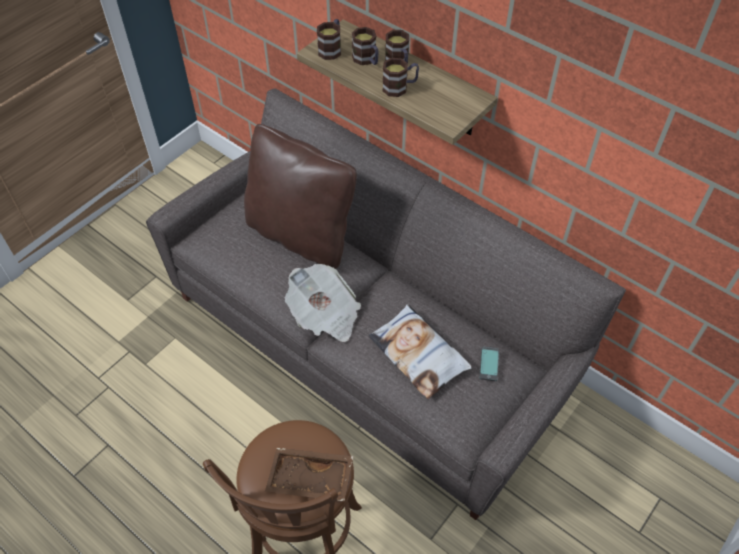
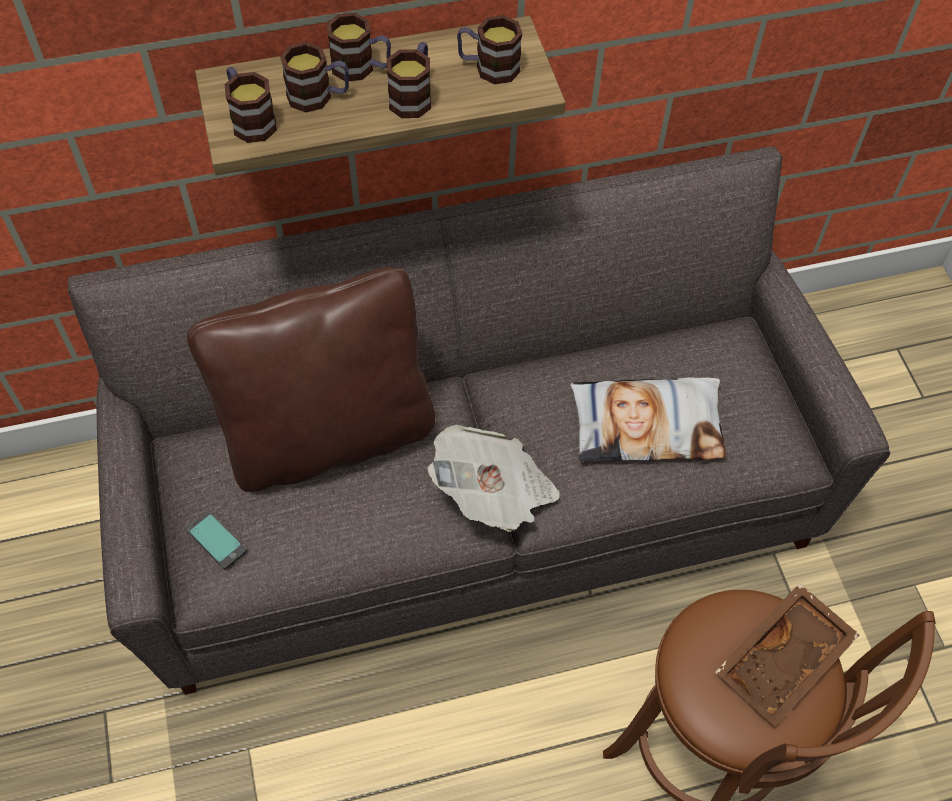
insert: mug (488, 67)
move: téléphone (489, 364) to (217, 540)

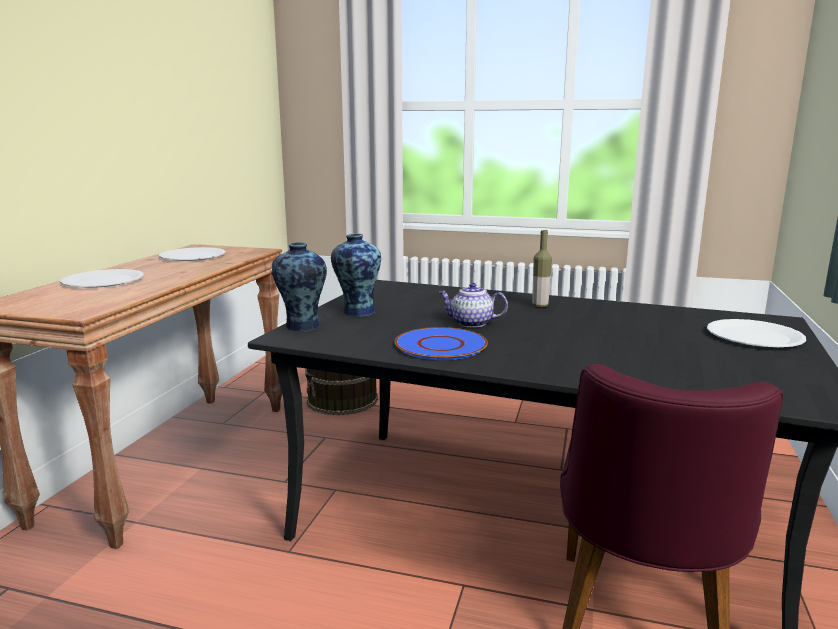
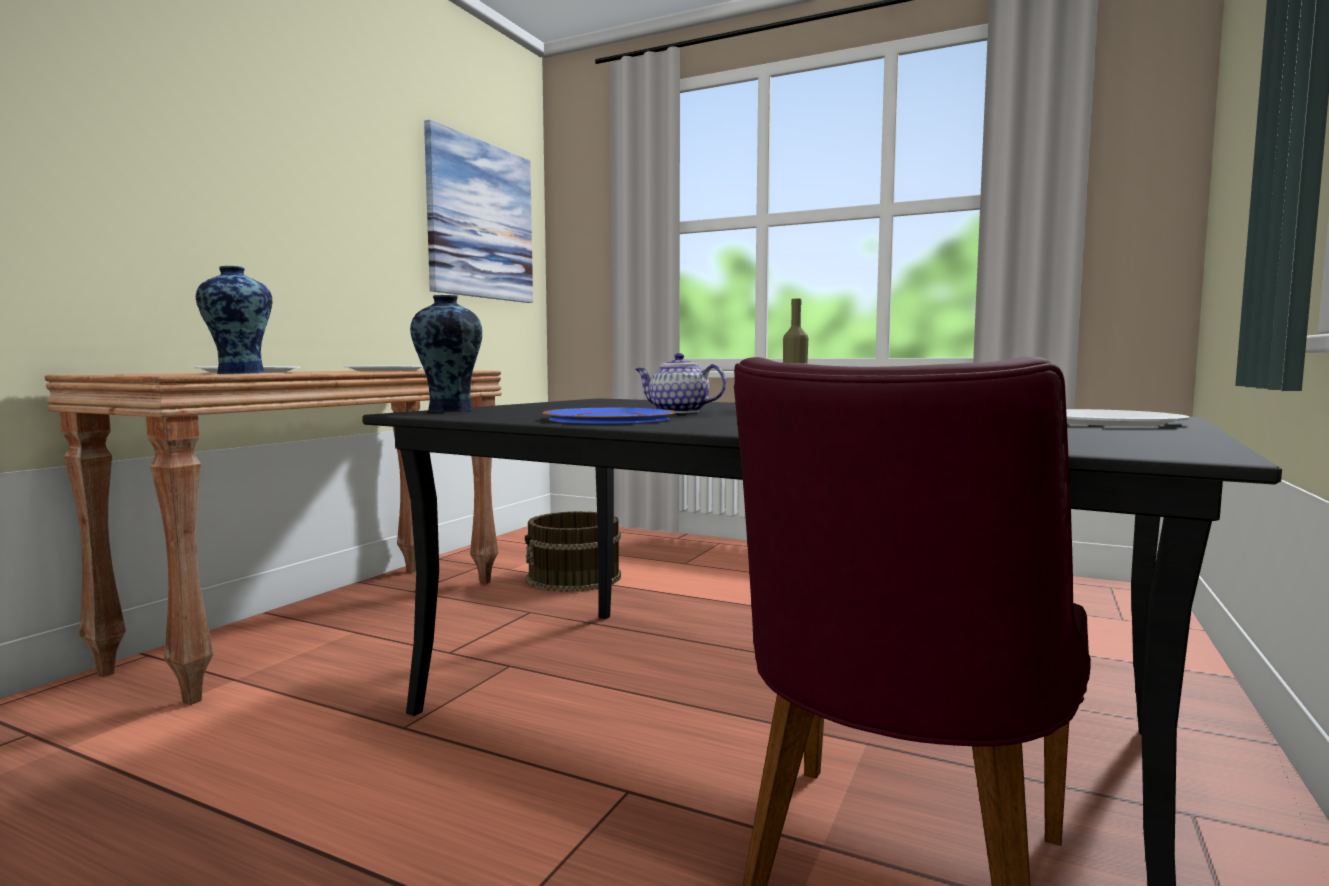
insert: tableau (481, 220)
move: vase (357, 312) to (239, 373)

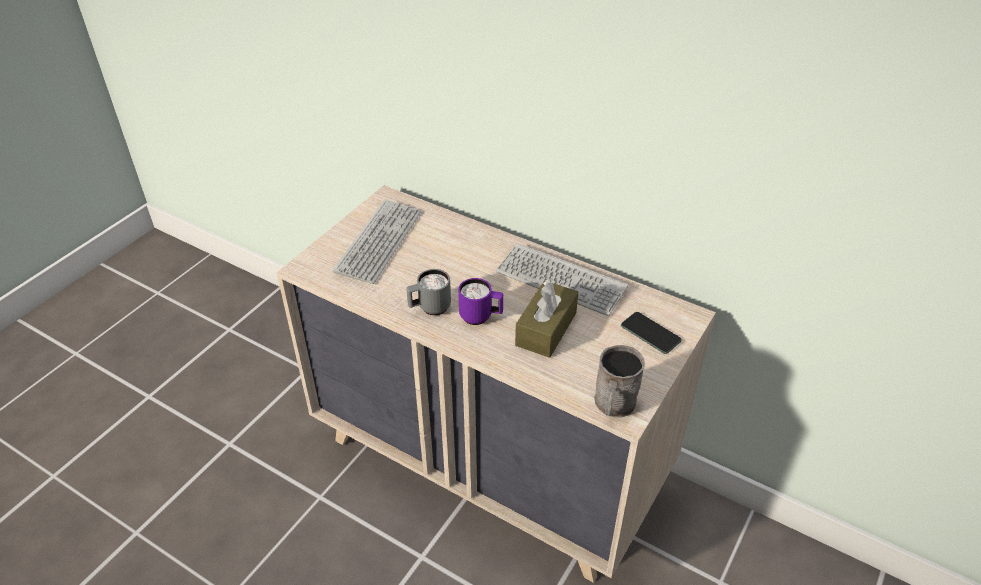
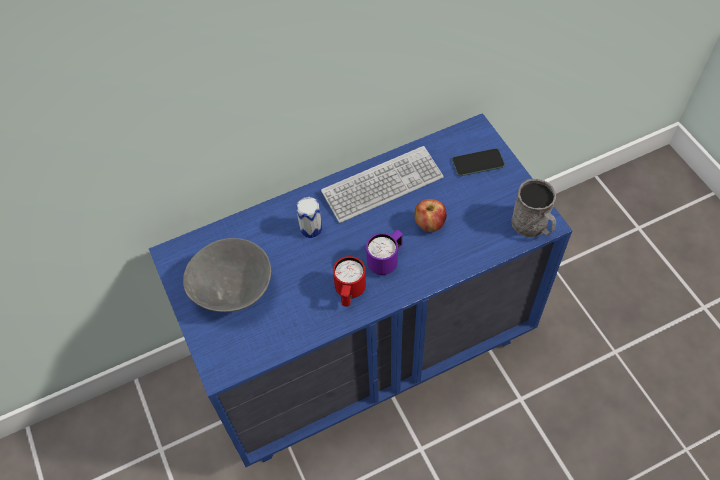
insert: boîte métallique (311, 229)
replace: clavier (379, 242) to bol [gris] (232, 290); boîte à mouchoirs [marron] (546, 329) to pomme (429, 224)
recolor: commode [beige] (491, 462) to commode [bleu] (367, 351); mug [gris] (429, 308) to mug [rouge] (349, 293)

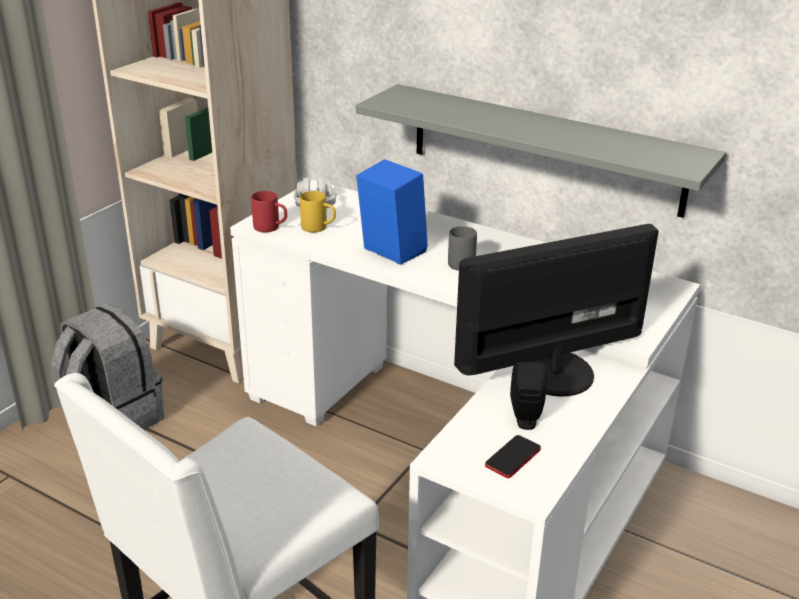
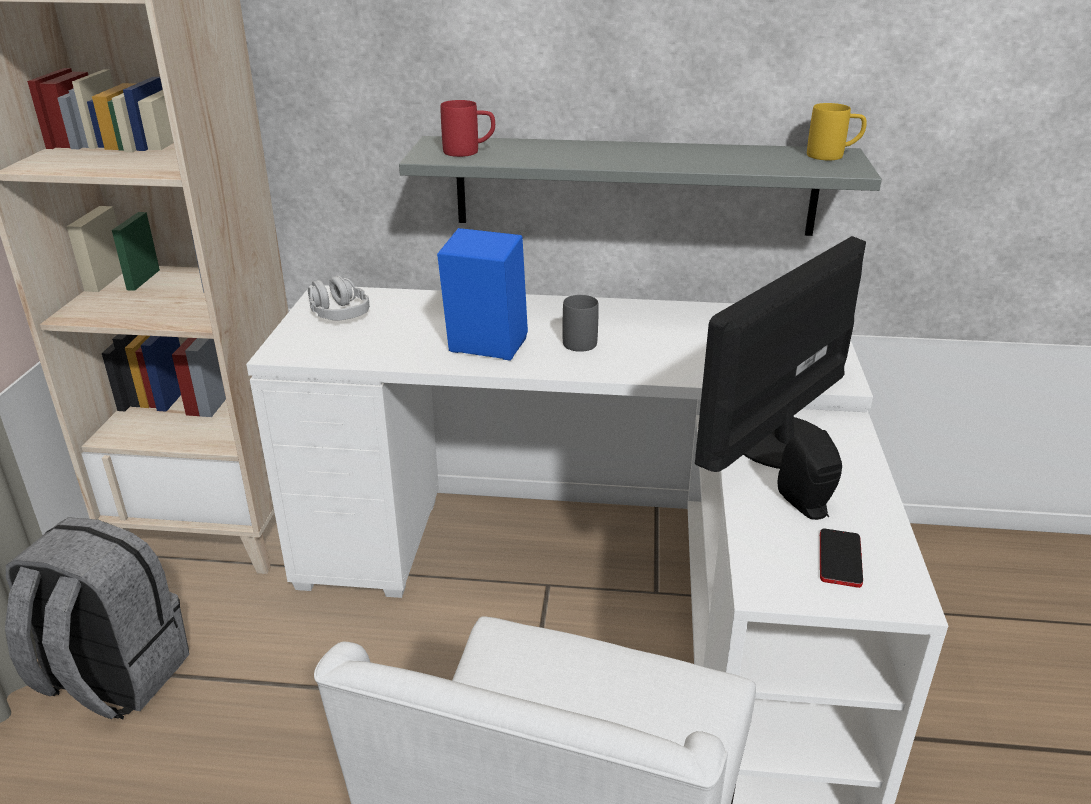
move: mug [rouge] (271, 228) to (469, 152); mug [jaune] (319, 228) to (833, 155)

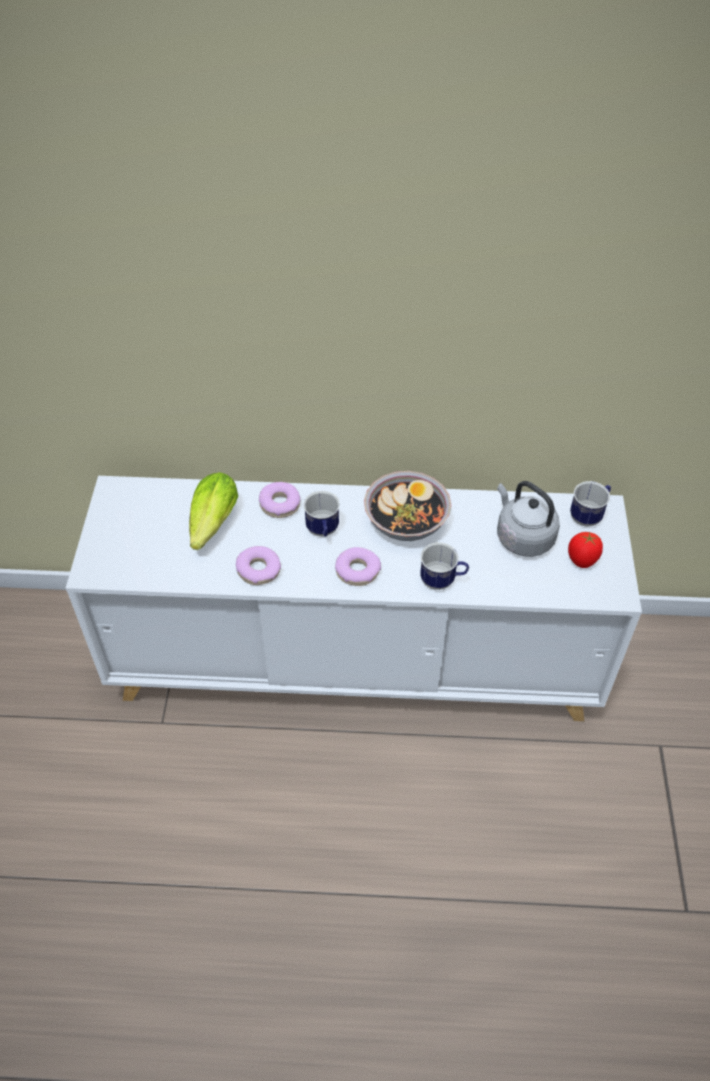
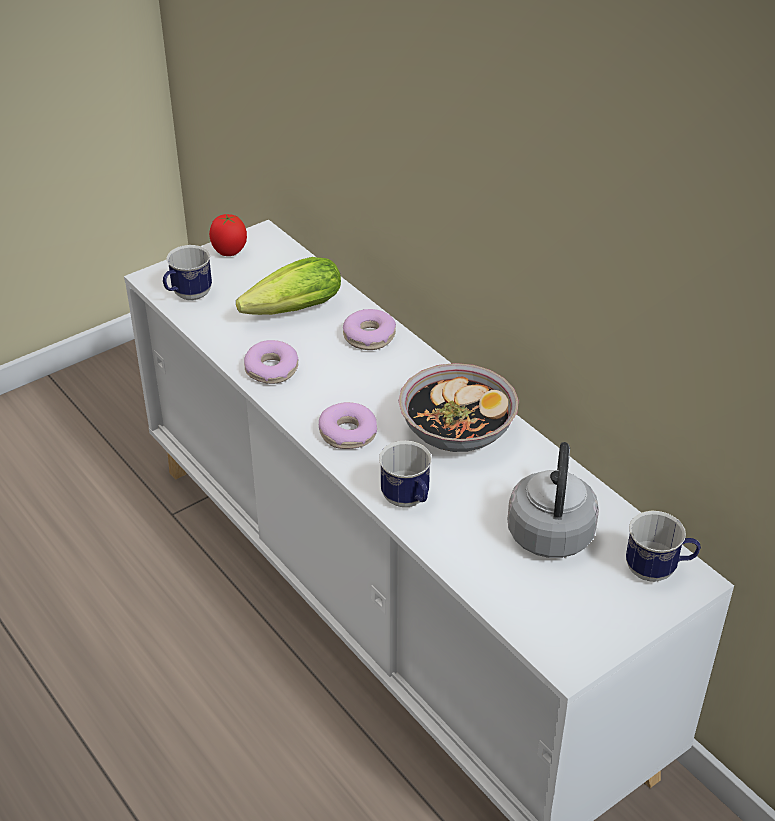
move: mug (323, 532) to (188, 296); tomate (581, 561) to (229, 253)

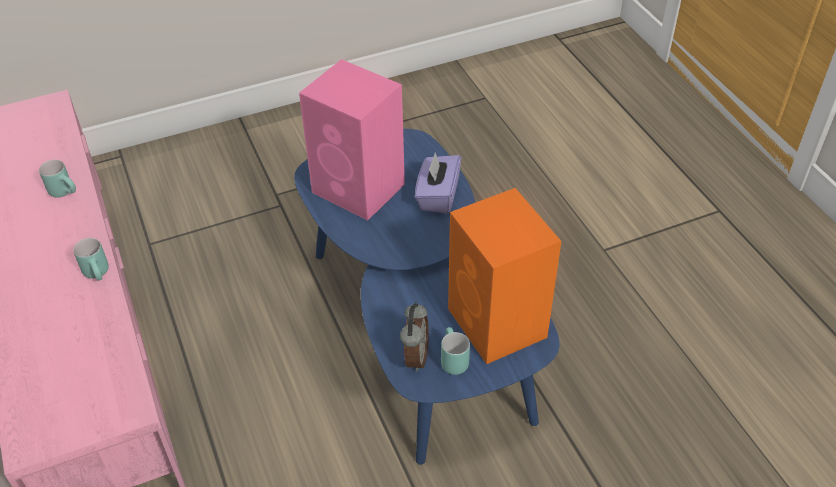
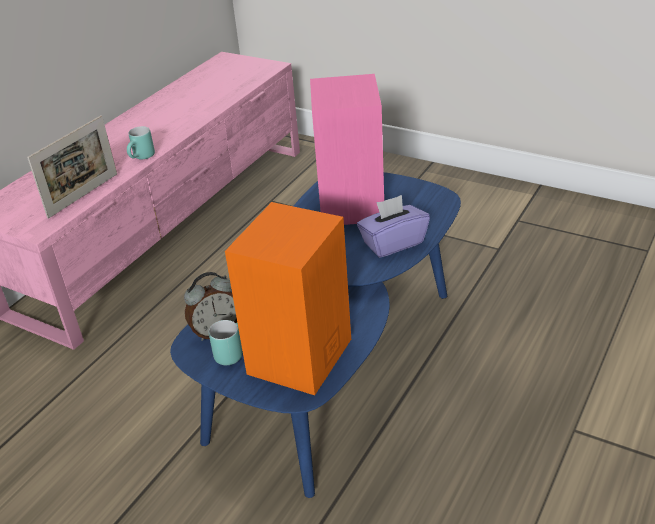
delete: mug [turquoise] (66, 191)
insert: cadre photo (83, 195)

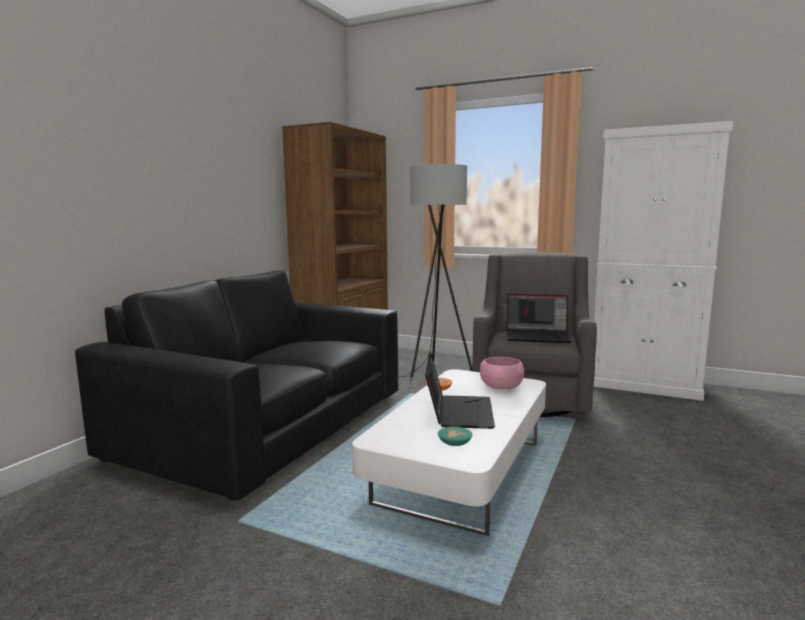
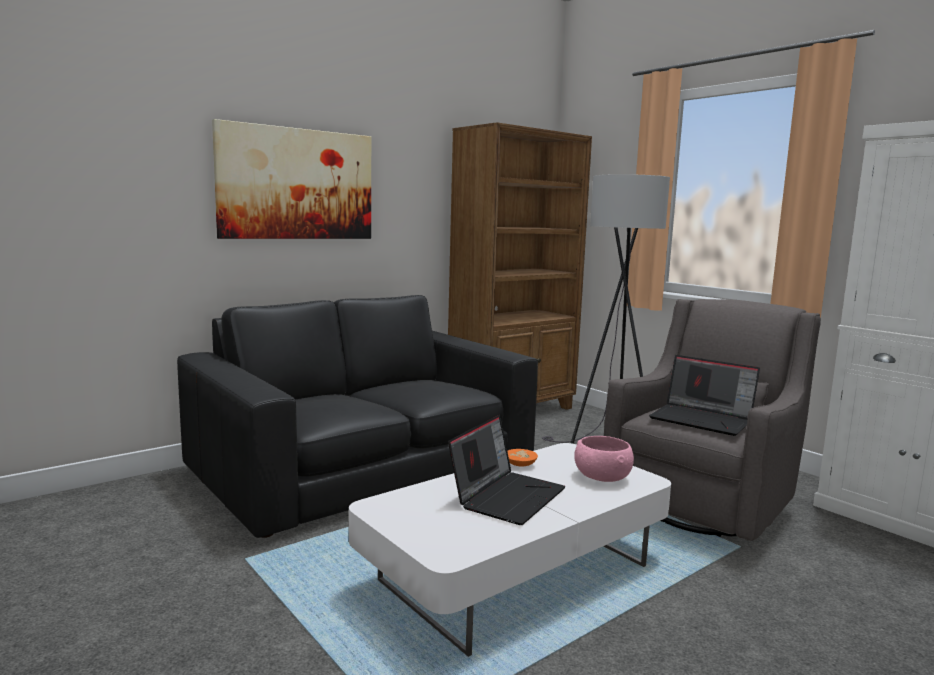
delete: bol [turquoise] (454, 444)
insert: tableau (297, 184)

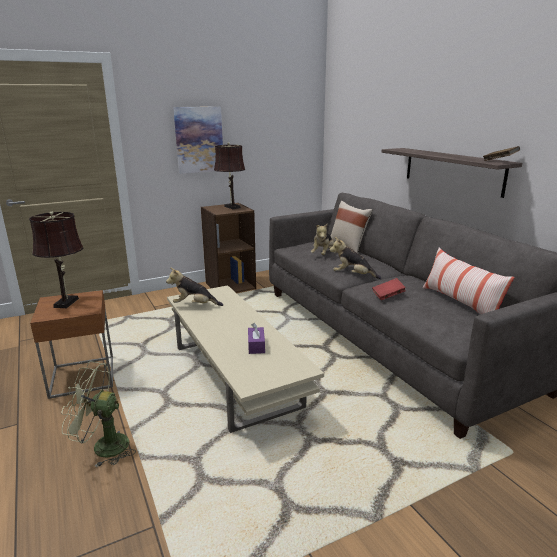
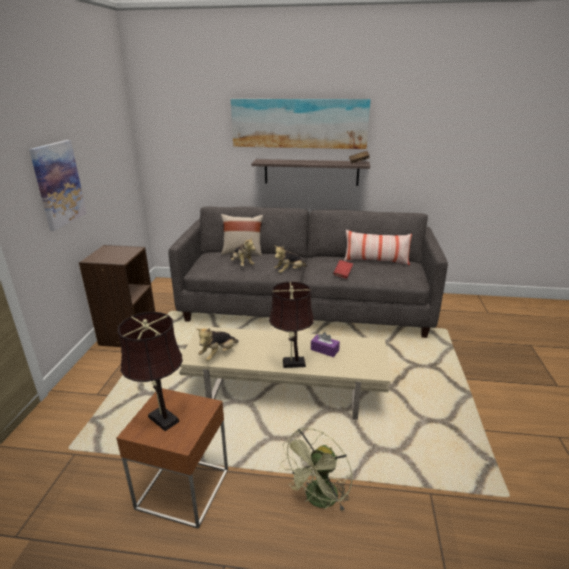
insert: tableau (299, 123)
move: lampe de table [marron] (231, 207) to (291, 363)

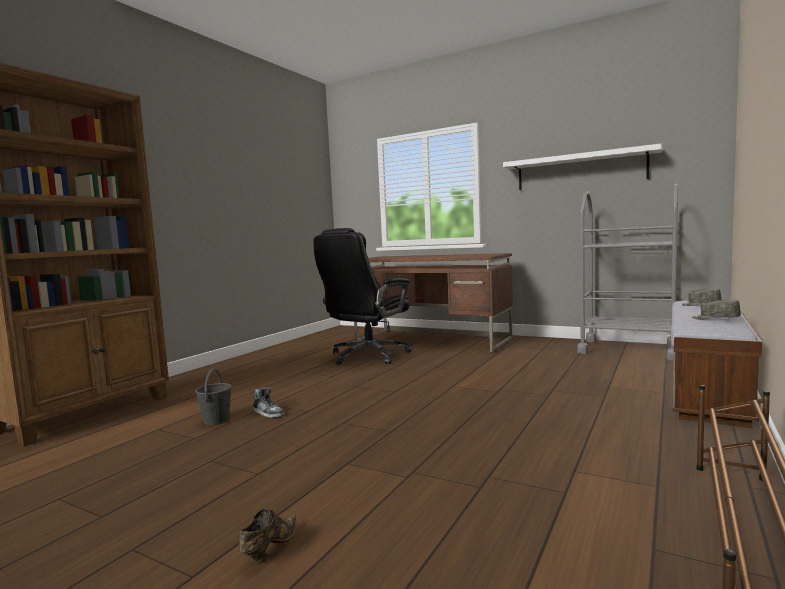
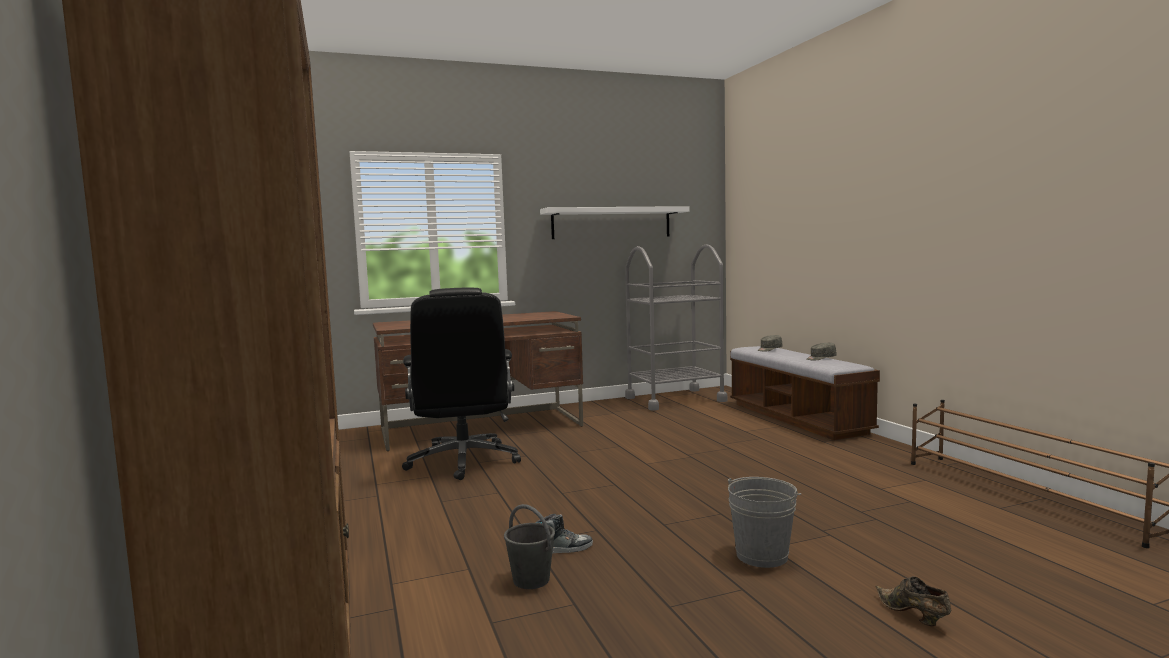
insert: seau [gris] (762, 555)

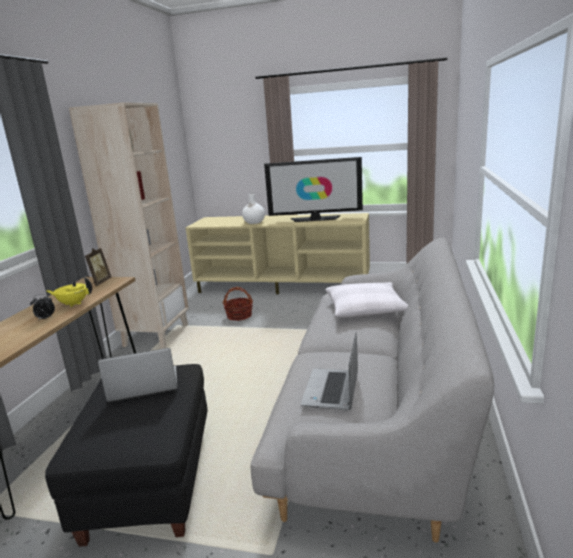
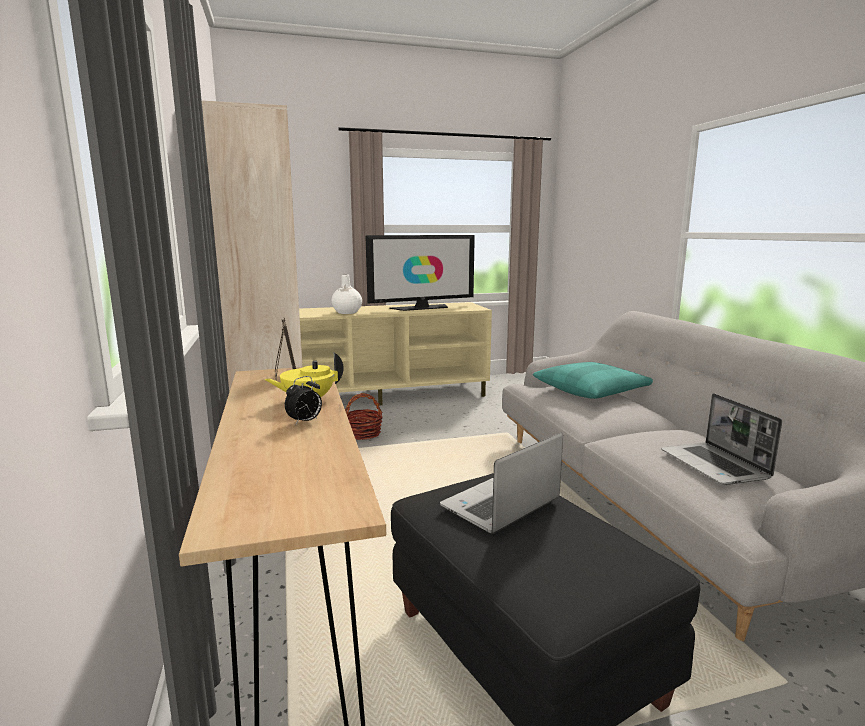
recolor: coussin [blanc] (366, 309) to coussin [turquoise] (592, 391)

